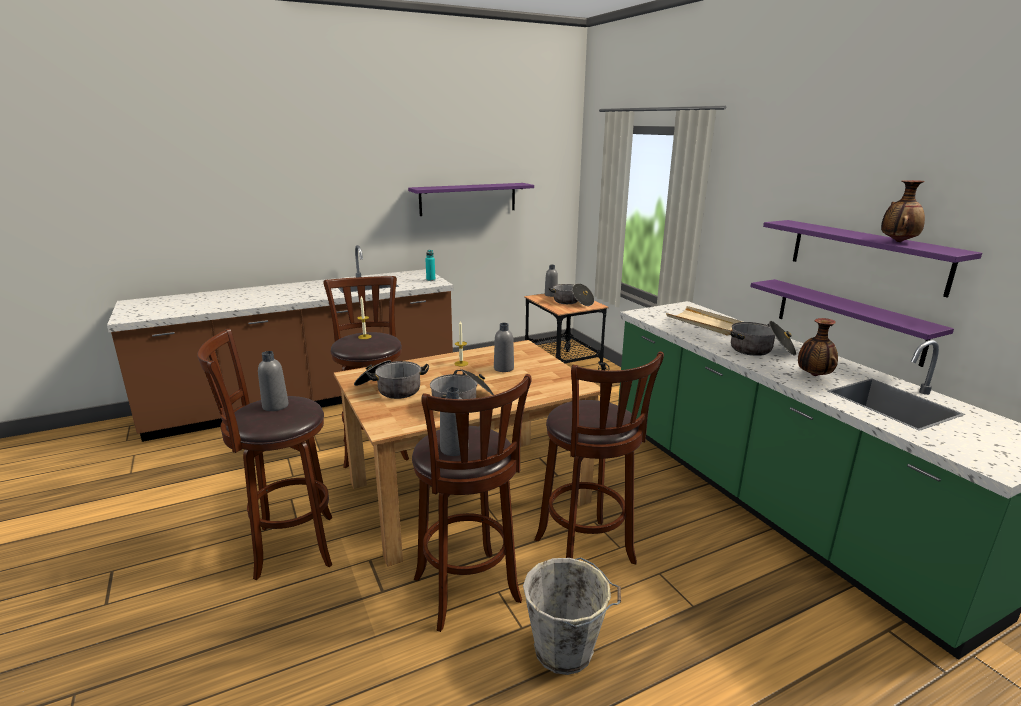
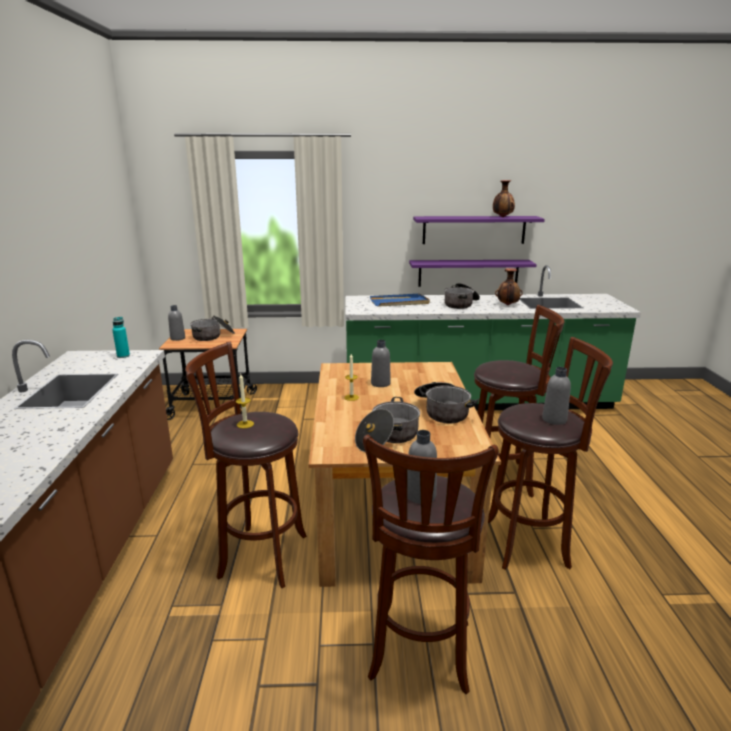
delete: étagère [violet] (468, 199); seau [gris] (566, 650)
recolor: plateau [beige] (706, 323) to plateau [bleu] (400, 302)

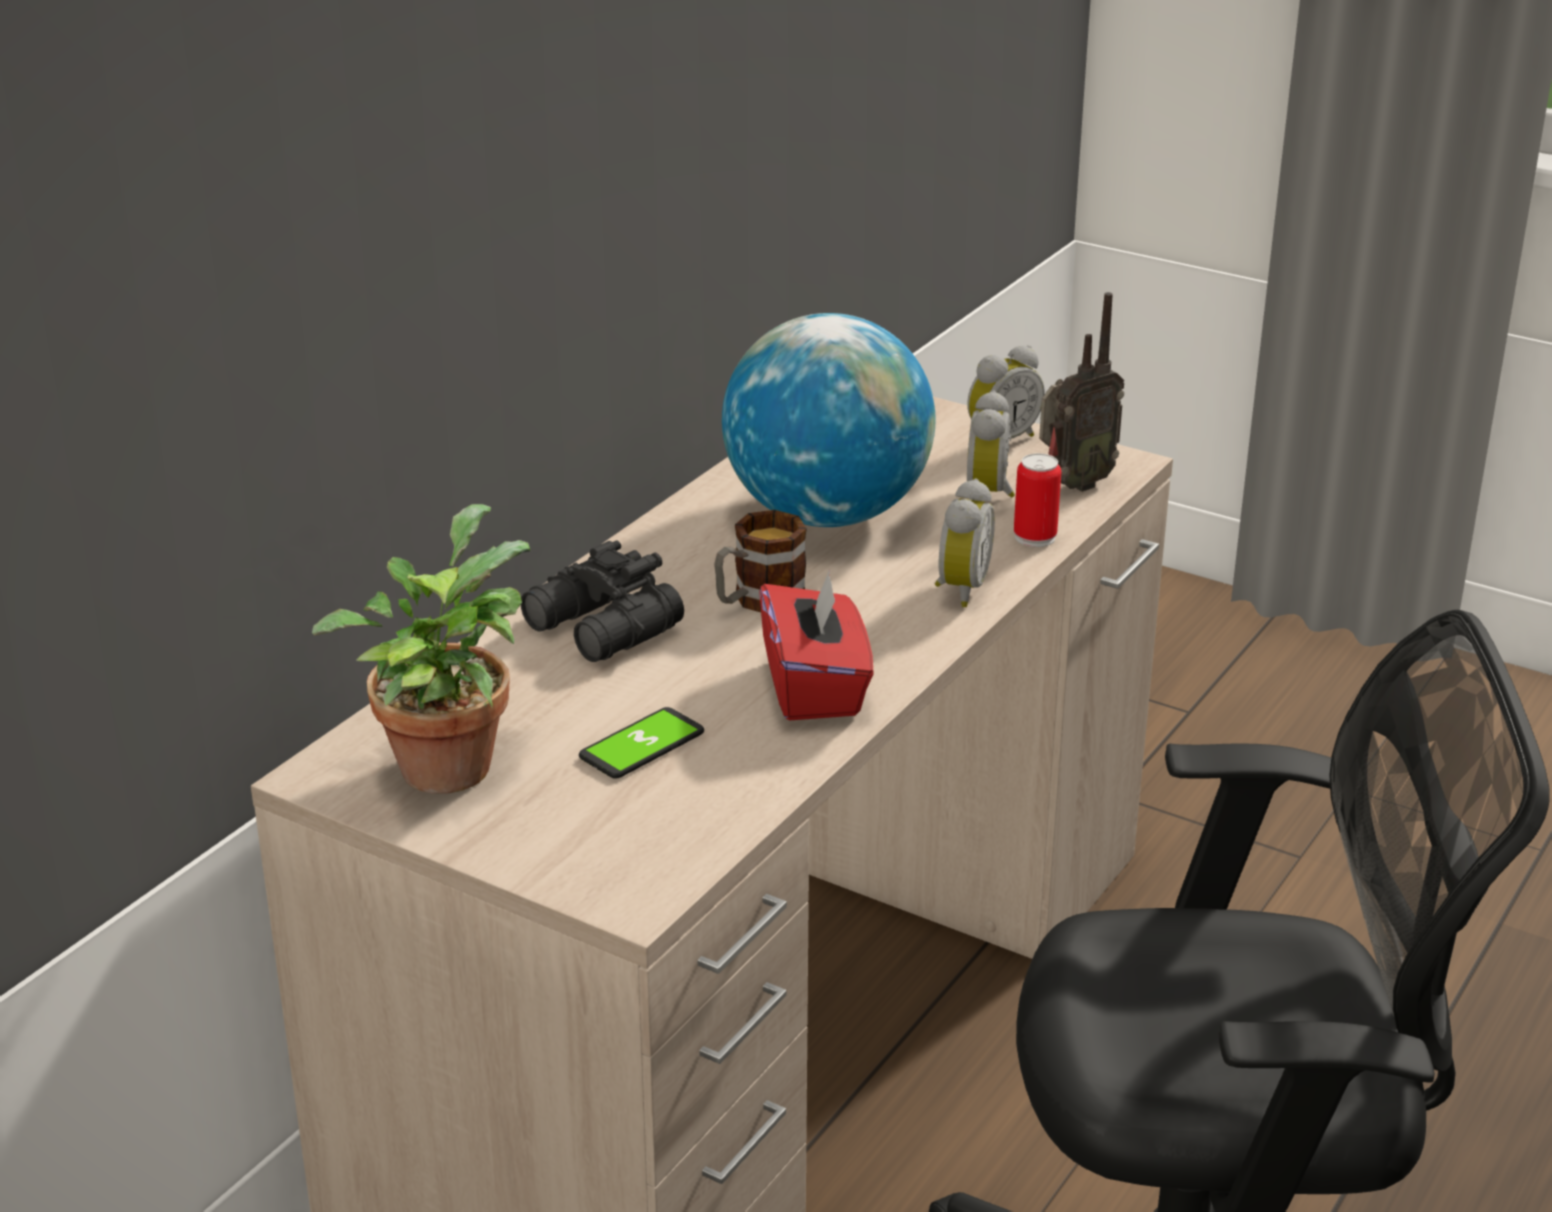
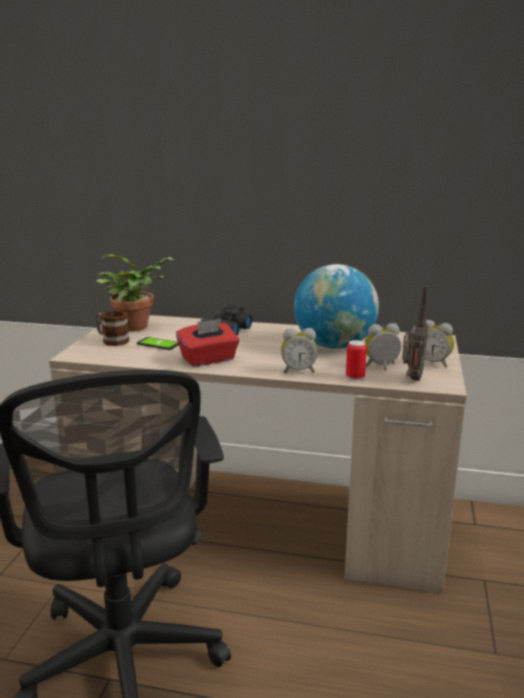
move: mug (758, 601) to (112, 340)
rotate: radio (1073, 484) = (411, 379) 105 degrees counterclockwise

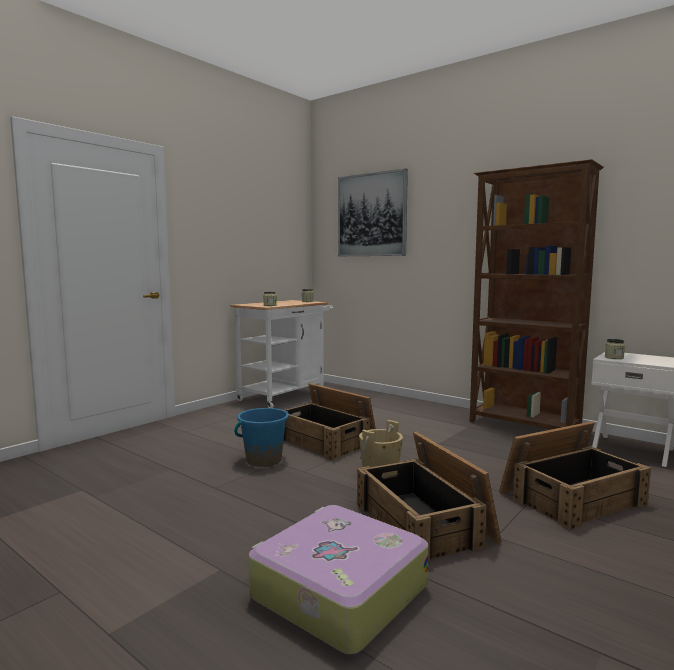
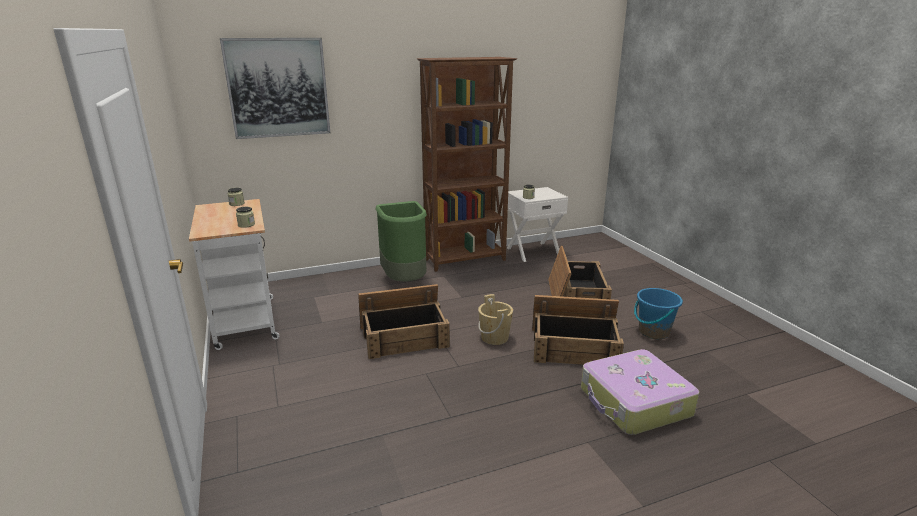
insert: poubelle [vert] (405, 281)
move: seau [bleu] (263, 460) to (653, 332)

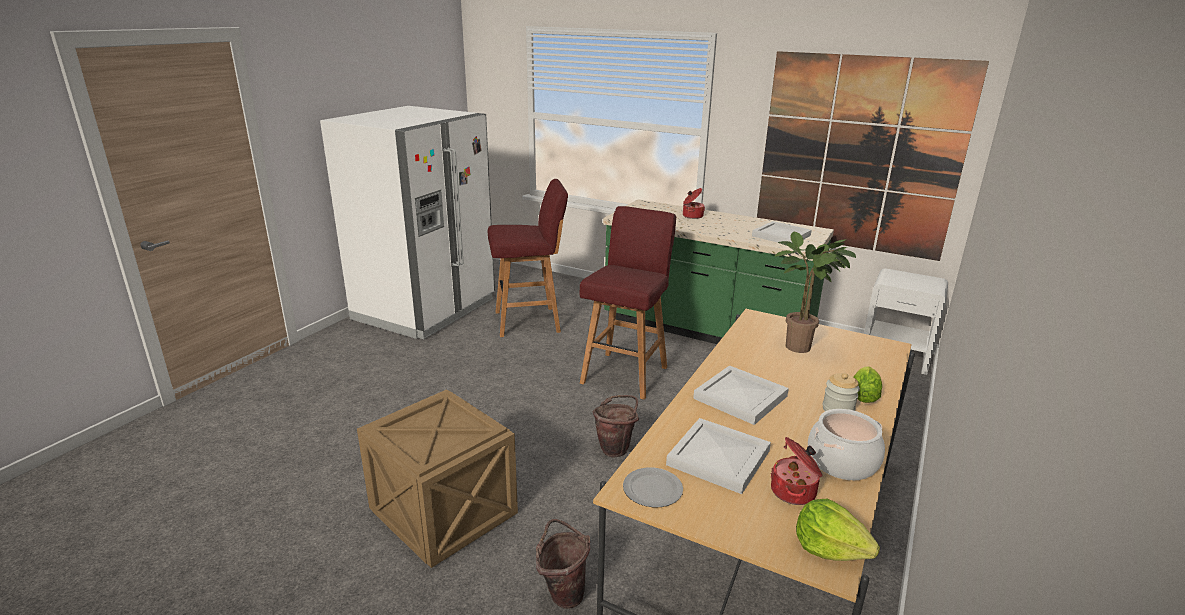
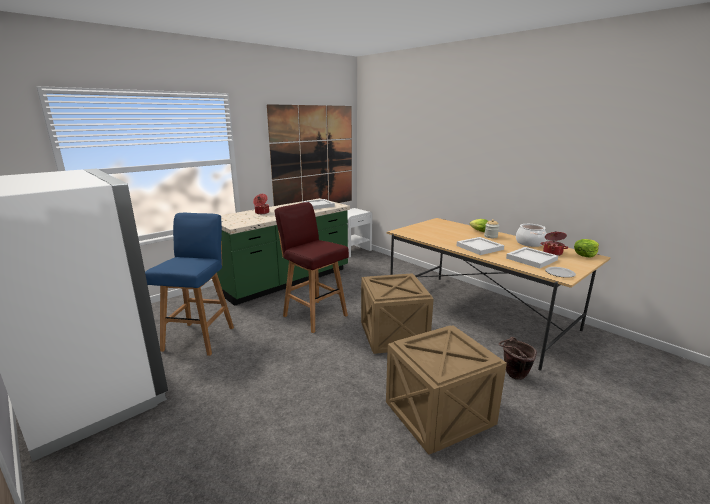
delete: plante en pot (802, 347)
replace: seau [marron] (616, 448) to caisse (393, 335)
recolor: tabouret [rouge] (529, 322) to tabouret [bleu] (200, 337)

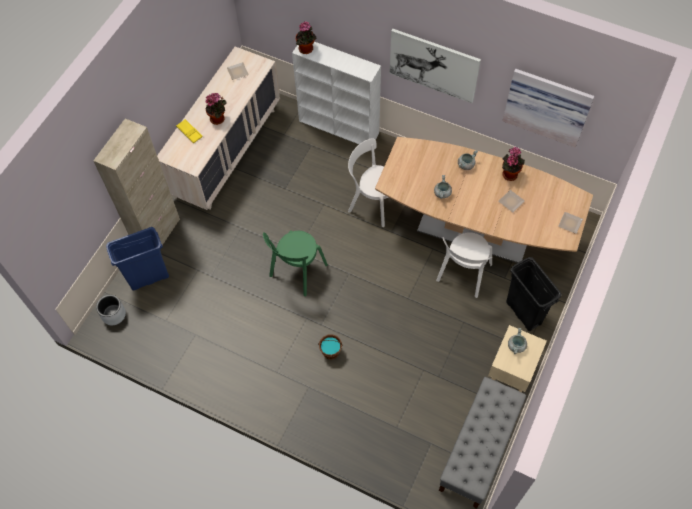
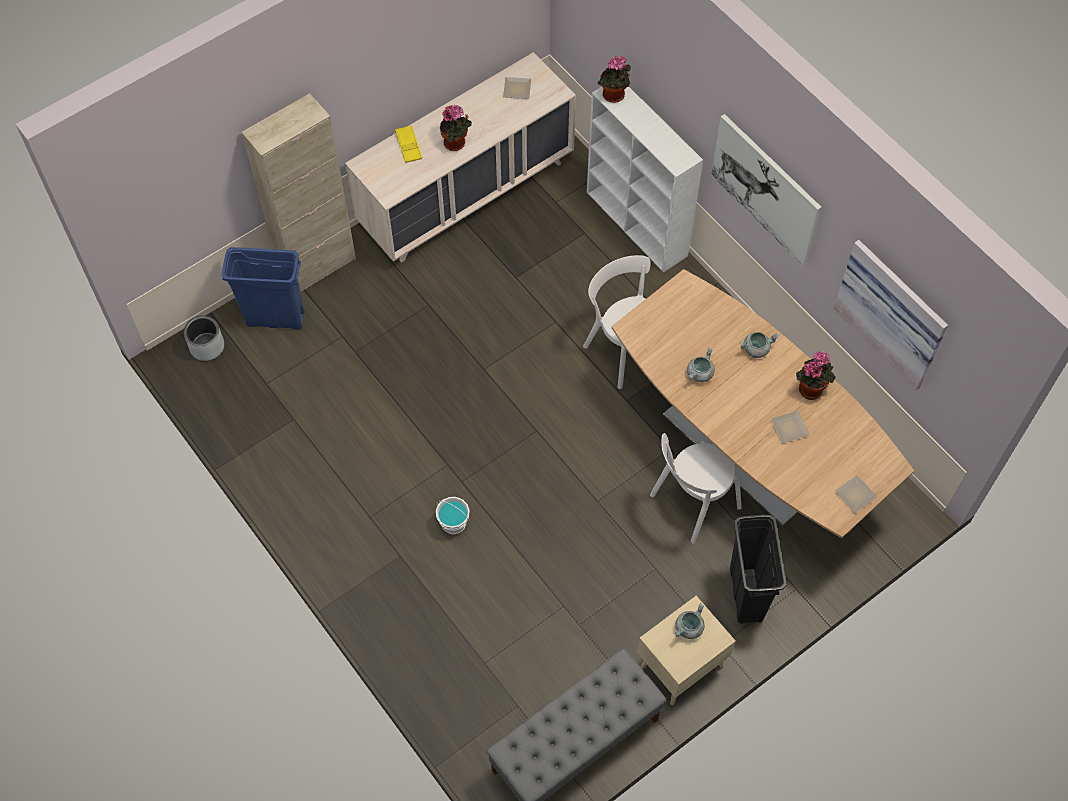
delete: chaise [vert] (297, 272)
recolor: seau [marron] (330, 352) to seau [blanc] (453, 523)

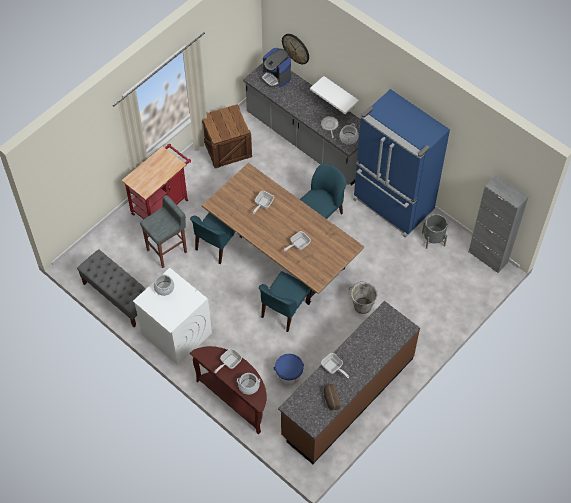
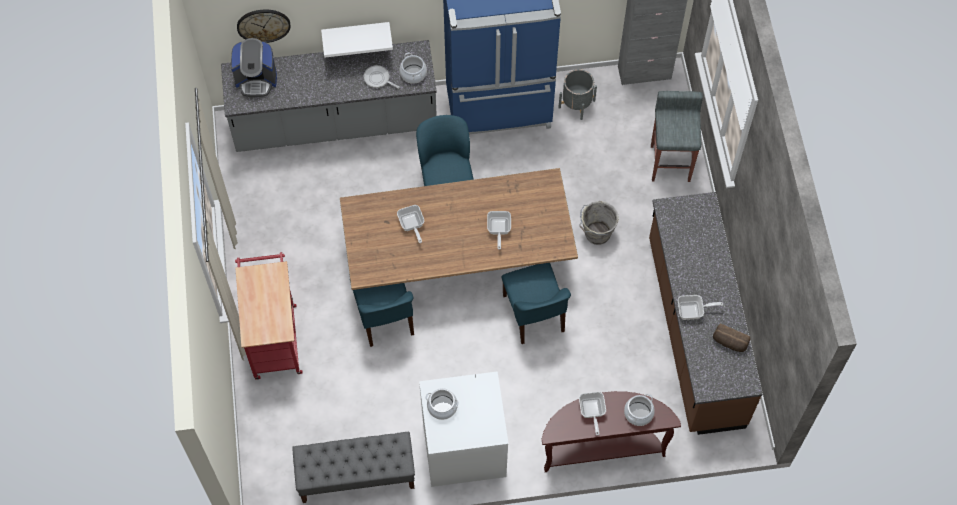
delete: caisse (226, 148); seau [bleu] (289, 375)
move: tabouret [gris] (167, 251) to (670, 162)

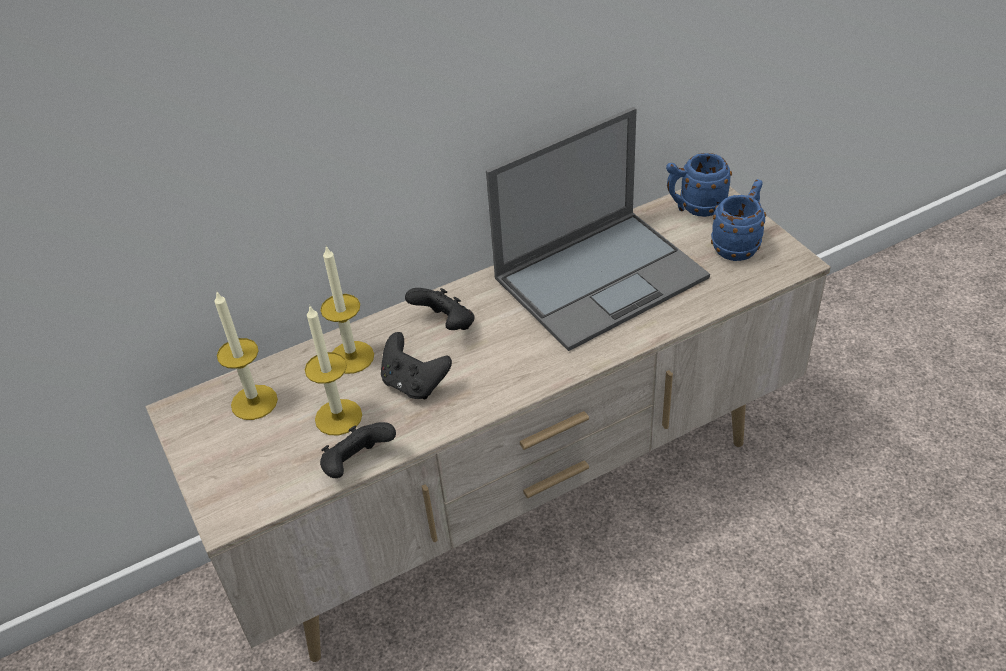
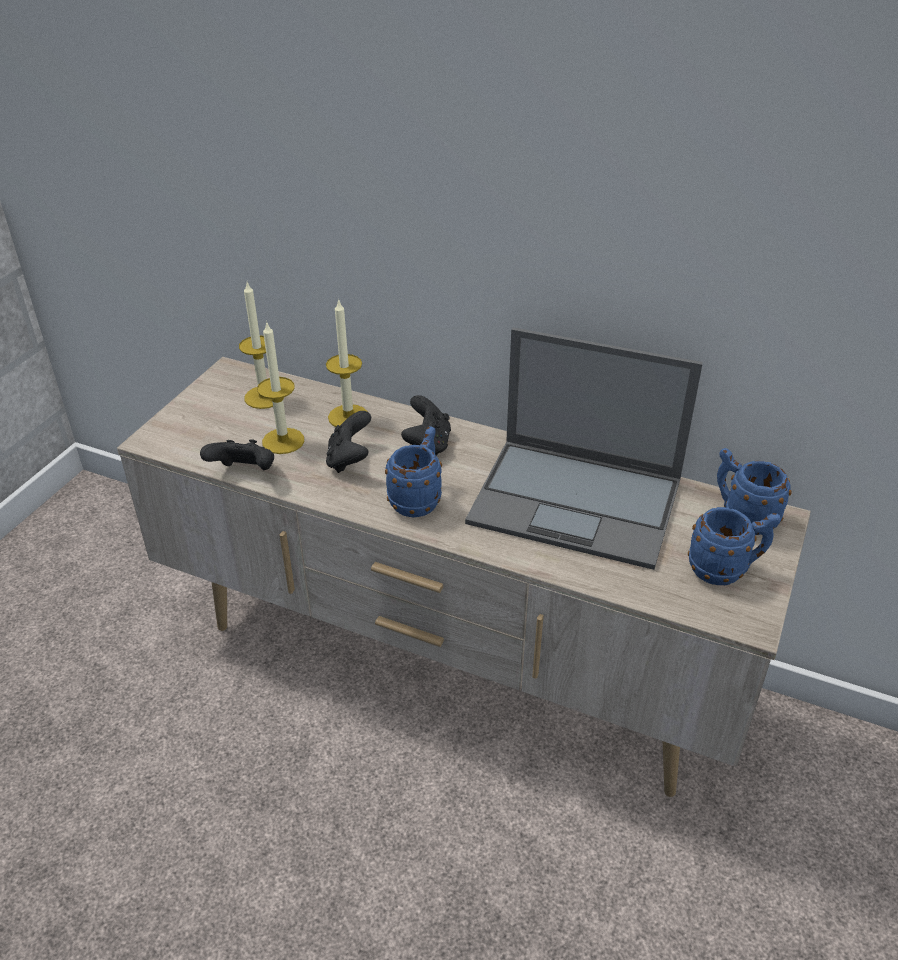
insert: mug [bleu] (418, 499)

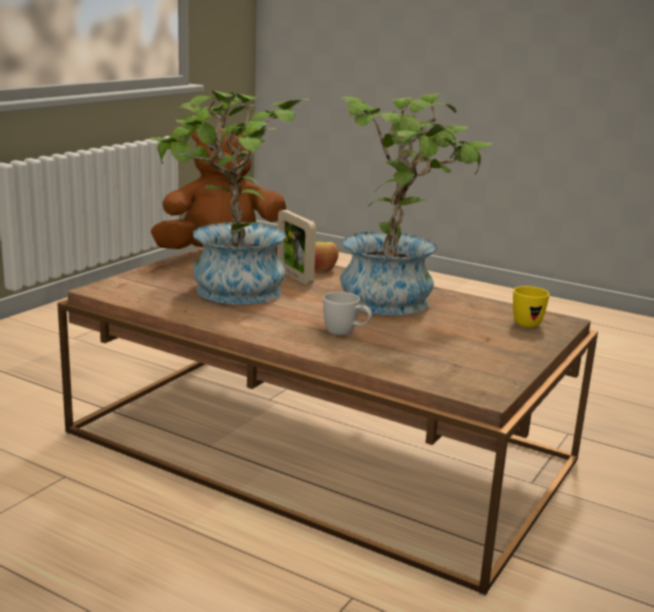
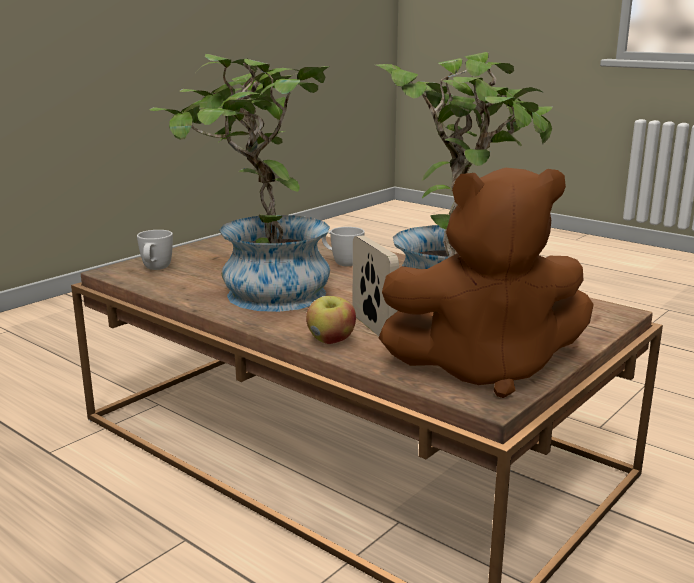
recolor: mug [jaune] (524, 322) to mug [blanc] (155, 269)

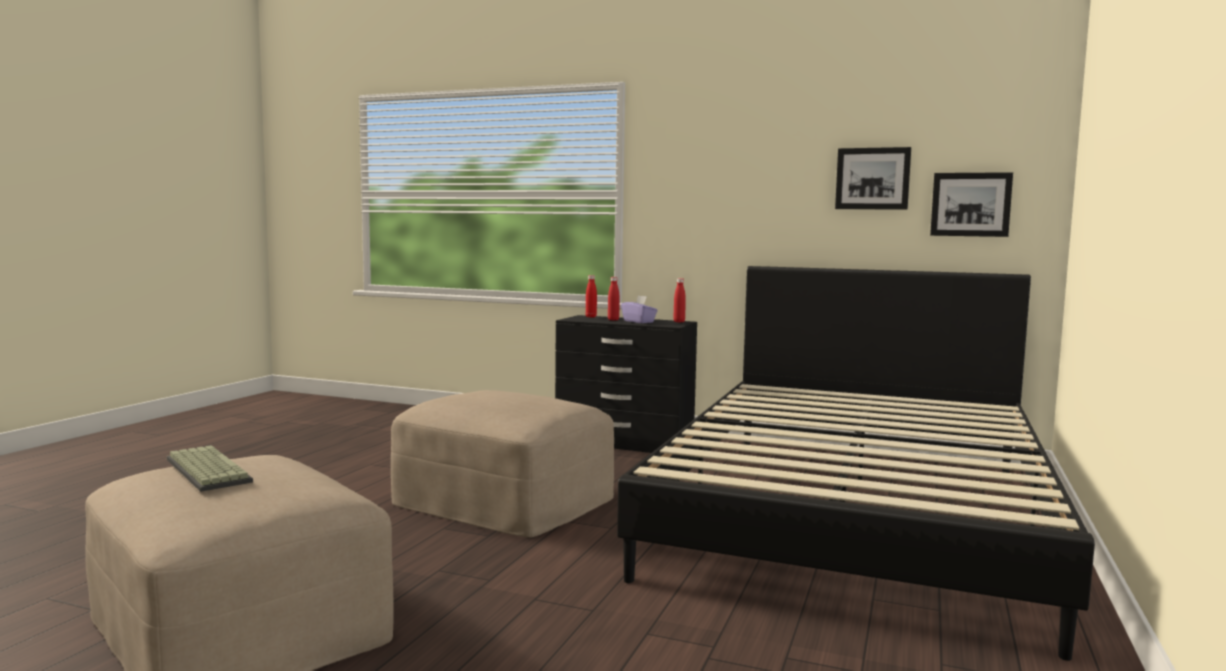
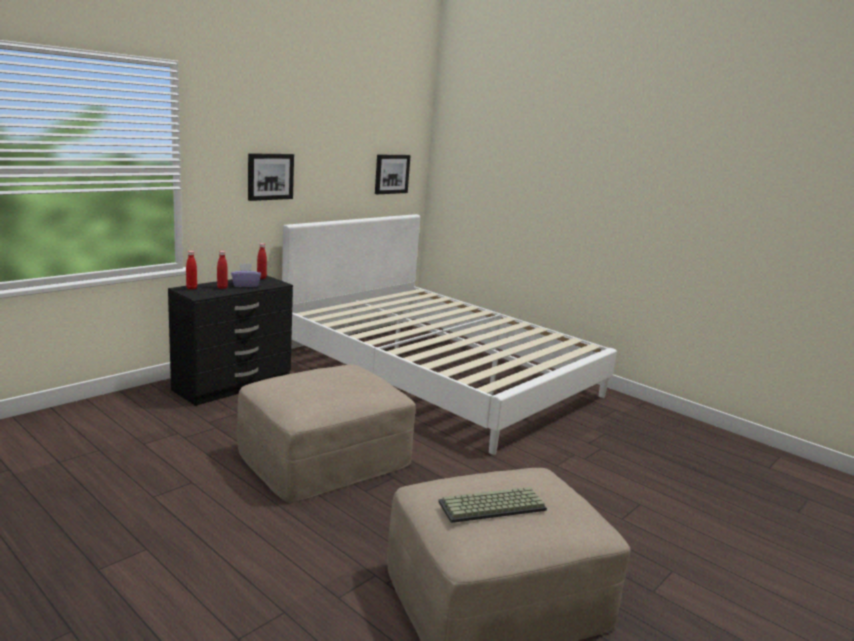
move: tableau (872, 178) to (270, 176)
recolor: lit [noir] (856, 515) to lit [blanc] (440, 374)

